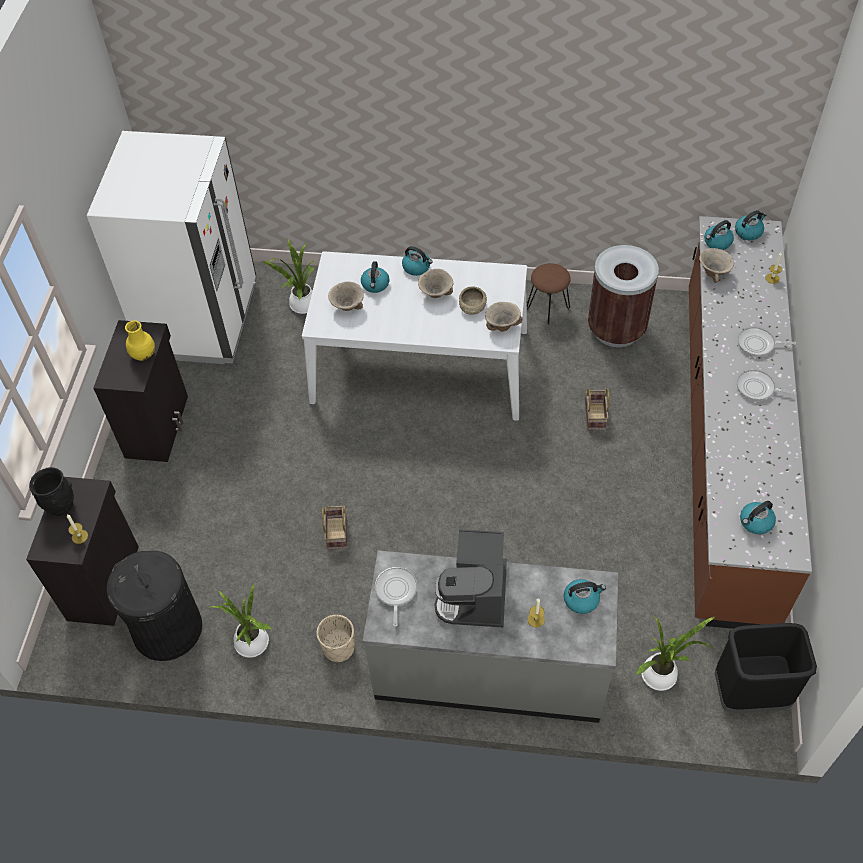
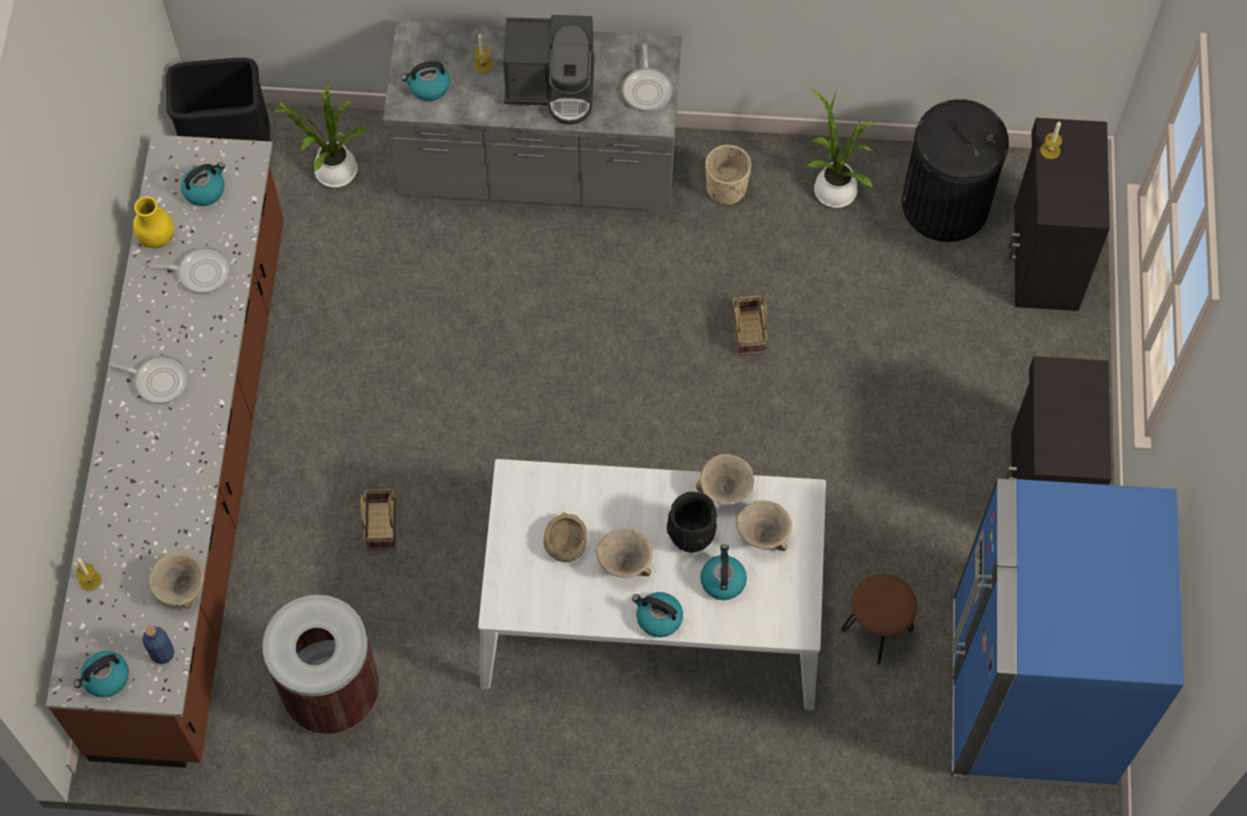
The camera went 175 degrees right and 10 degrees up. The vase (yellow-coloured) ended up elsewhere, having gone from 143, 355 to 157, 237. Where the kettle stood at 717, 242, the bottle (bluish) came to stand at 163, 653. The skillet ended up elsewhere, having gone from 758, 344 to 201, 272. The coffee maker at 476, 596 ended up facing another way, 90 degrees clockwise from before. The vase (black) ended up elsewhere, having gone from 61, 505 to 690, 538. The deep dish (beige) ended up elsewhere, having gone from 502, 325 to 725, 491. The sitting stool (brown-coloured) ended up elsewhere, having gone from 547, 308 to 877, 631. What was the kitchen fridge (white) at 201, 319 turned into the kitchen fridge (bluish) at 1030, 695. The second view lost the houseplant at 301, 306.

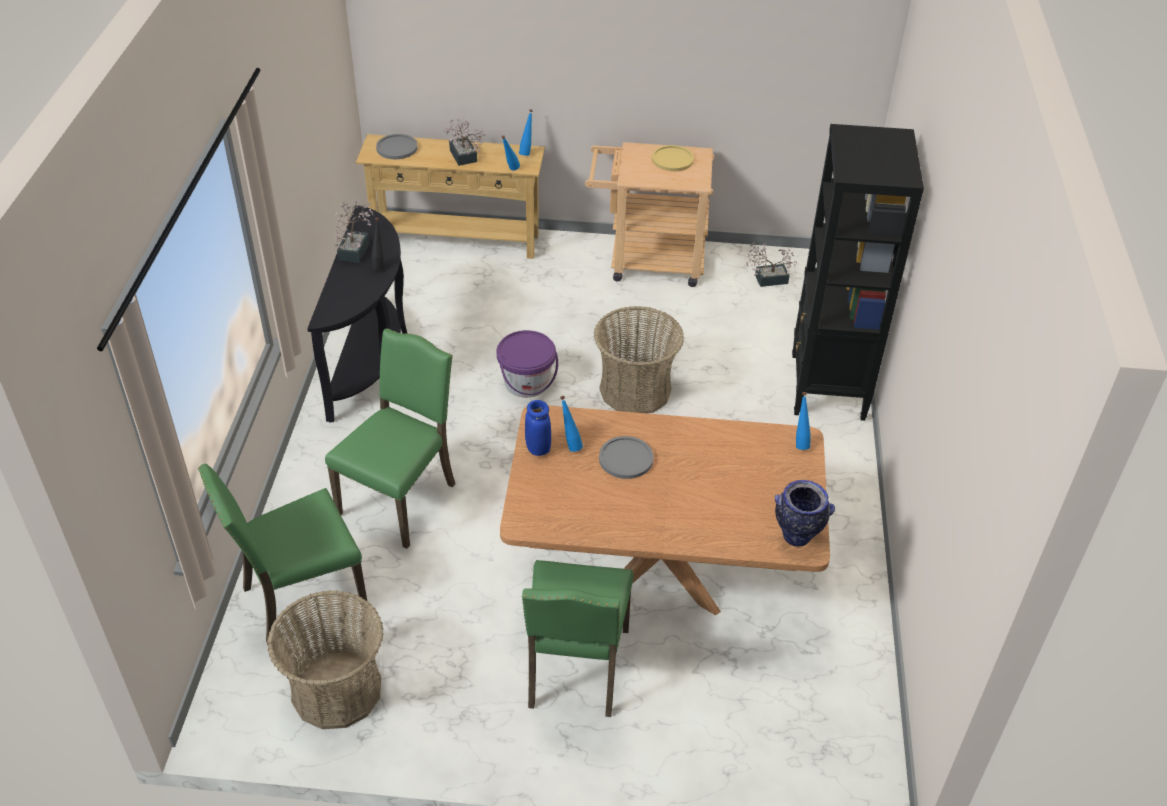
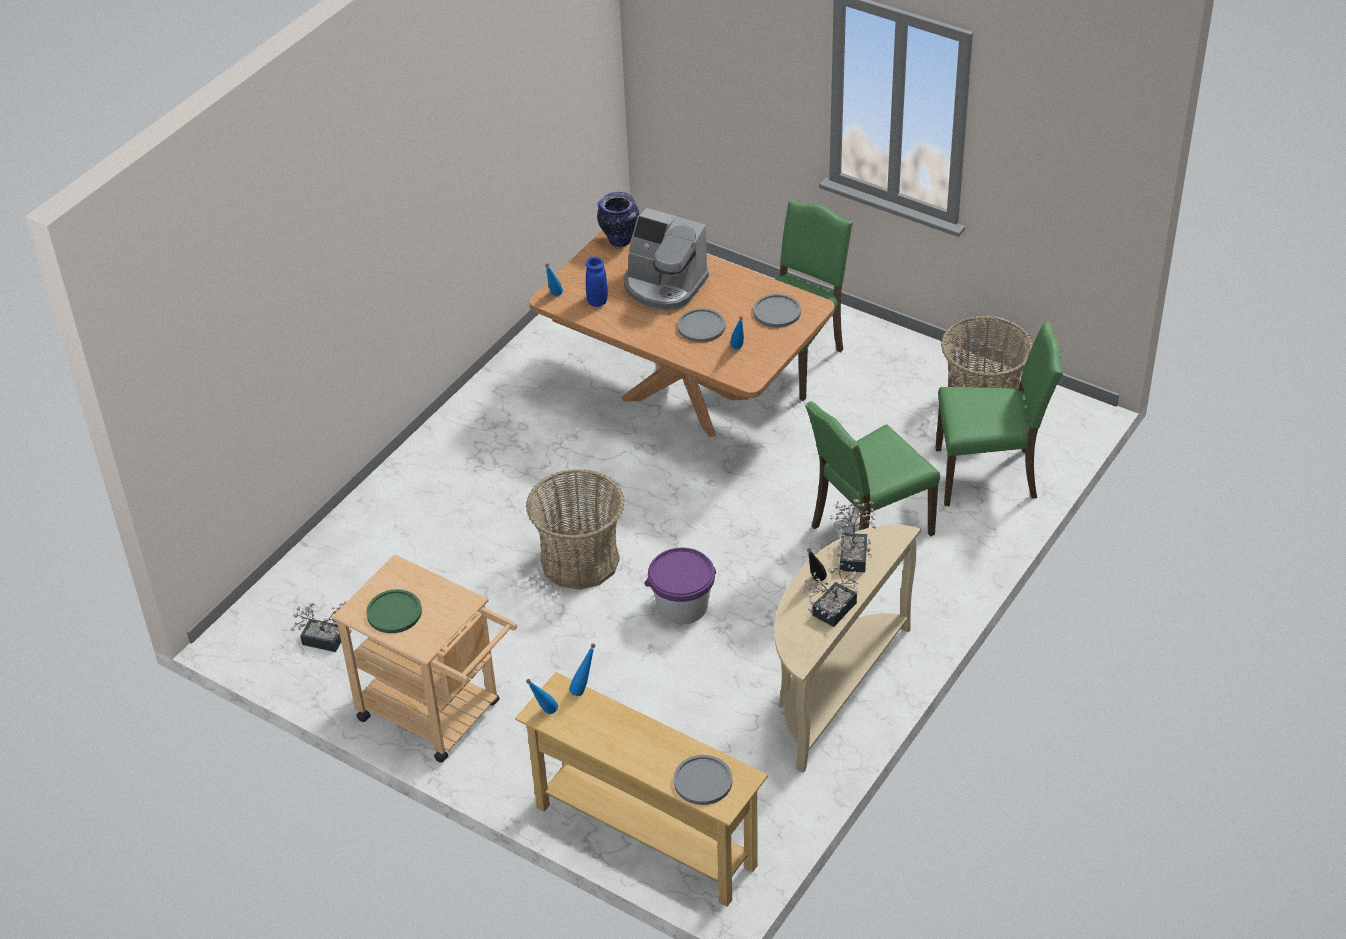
The camera went 150 degrees left and 0 degrees up. What was the flat dish (yellow-coloured) at 672, 159 turned into the flat dish (greenish) at 394, 612. The vase (bluish) ended up elsewhere, having gone from 538, 448 to 597, 301. The second view gained the coffee maker at 664, 286. The second view gained the flat dish (gray) at 777, 312. What was the narrow table (black) at 372, 361 turned into the narrow table (beige) at 832, 688. The houseplant ended up elsewhere, having gone from 464, 158 to 854, 553. The second view lost the shelving unit (black) at 827, 388.

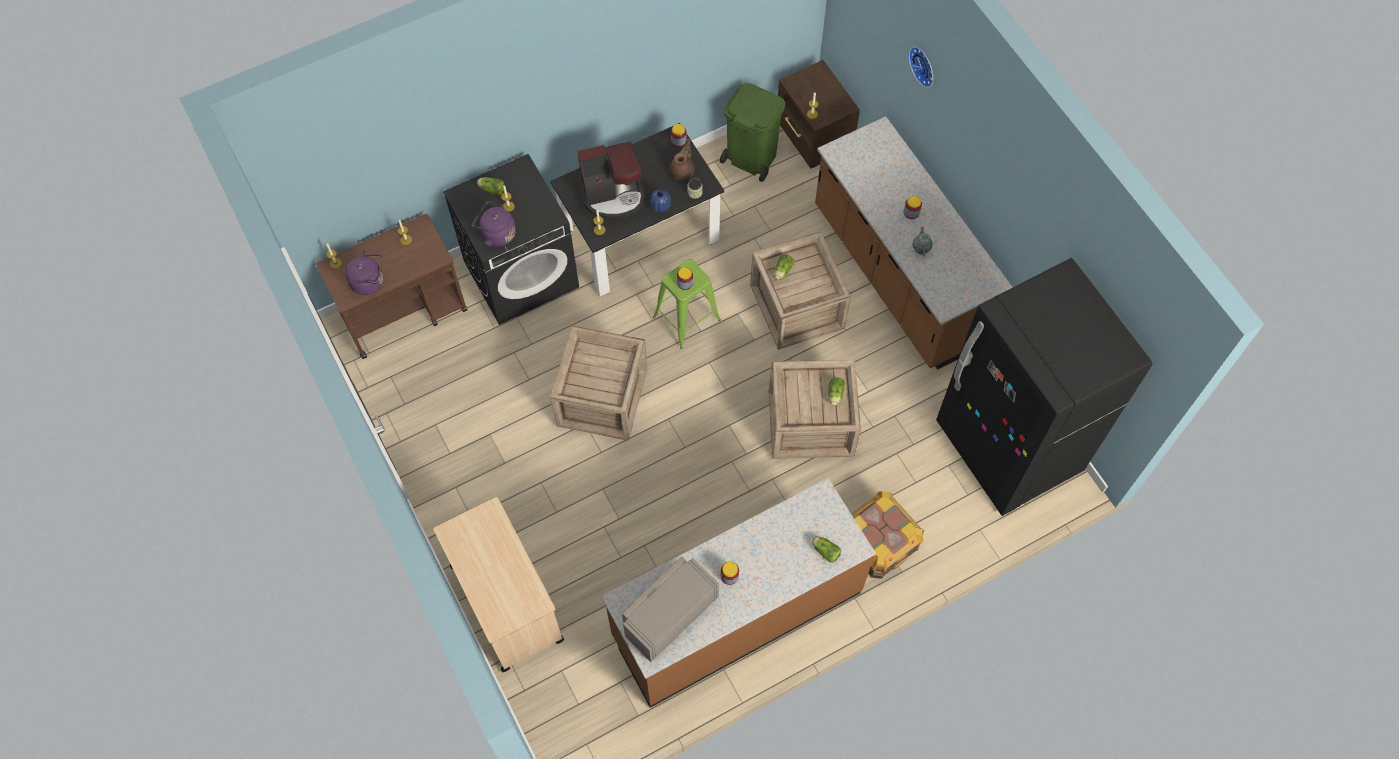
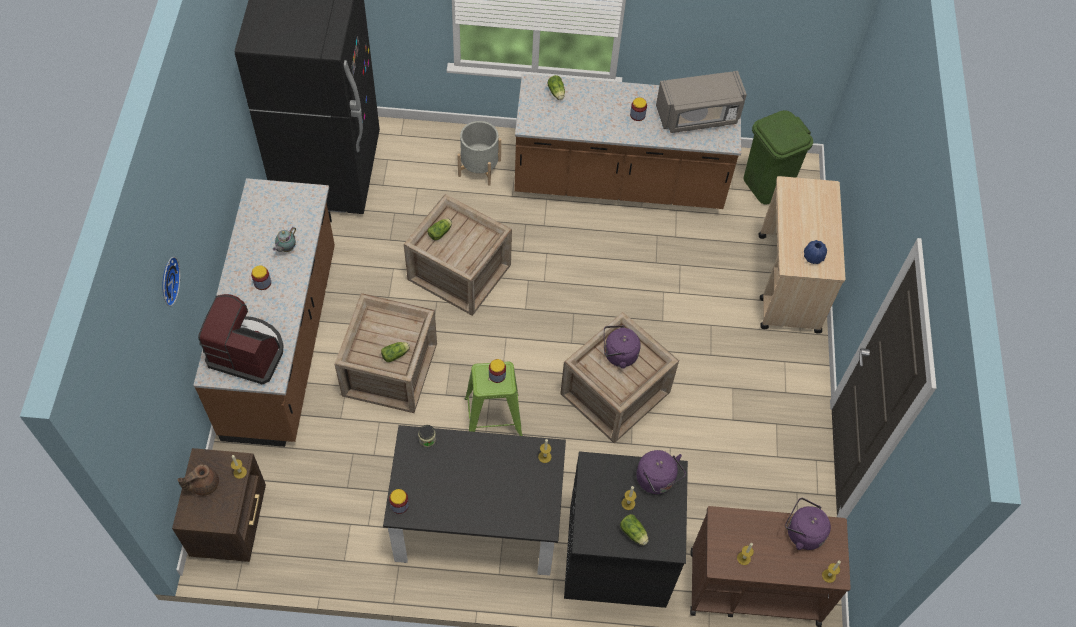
The camera went 150 degrees left and 5 degrees down. The teapot (brown-coloured) ended up elsewhere, having gone from 683, 171 to 203, 484. The coffee maker ended up elsewhere, having gone from 613, 194 to 247, 352. Where the packing crate stood at 878, 541, the flower pot (gray) came to stand at 479, 168. The second view gained the kettle (purple) at 618, 355. The waste bin (greenish) ended up elsewhere, having gone from 750, 157 to 767, 186. The vase (bluish) ended up elsewhere, having gone from 660, 205 to 813, 257.

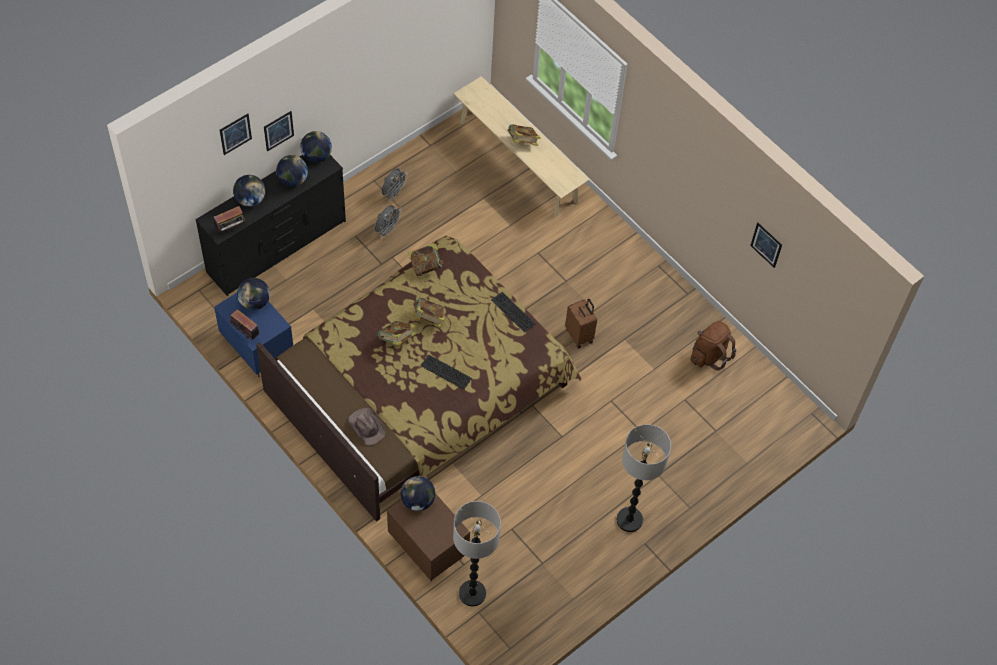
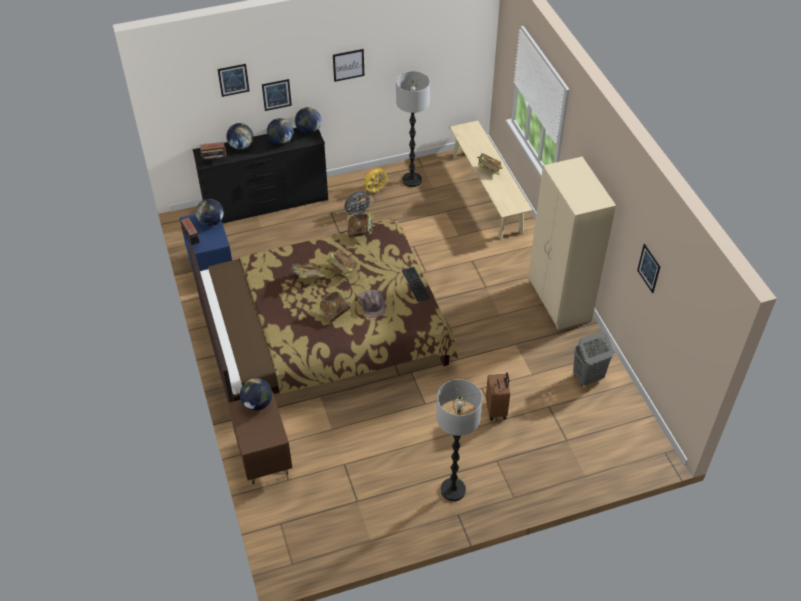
The camera went 25 degrees right and 10 degrees down. Where the PC keyboard stood at 445, 372, the bound book came to stand at 334, 313. The second view gained the wall art at 348, 65. The wearable hat (brown-coloured) ended up elsewhere, having gone from 367, 426 to 372, 304. What was the electric fan (gray) at 393, 193 turned into the electric fan (yellow-coloured) at 376, 191. The floor lamp ended up elsewhere, having gone from 472, 593 to 412, 180. The piece of luggage (brown-coloured) ended up elsewhere, having gone from 580, 335 to 497, 410. The second view gained the clothes cupboard (beige) at 559, 301. Where the backpack (brown-coloured) stood at 709, 355, the laundry basket (gray) came to stand at 587, 377.

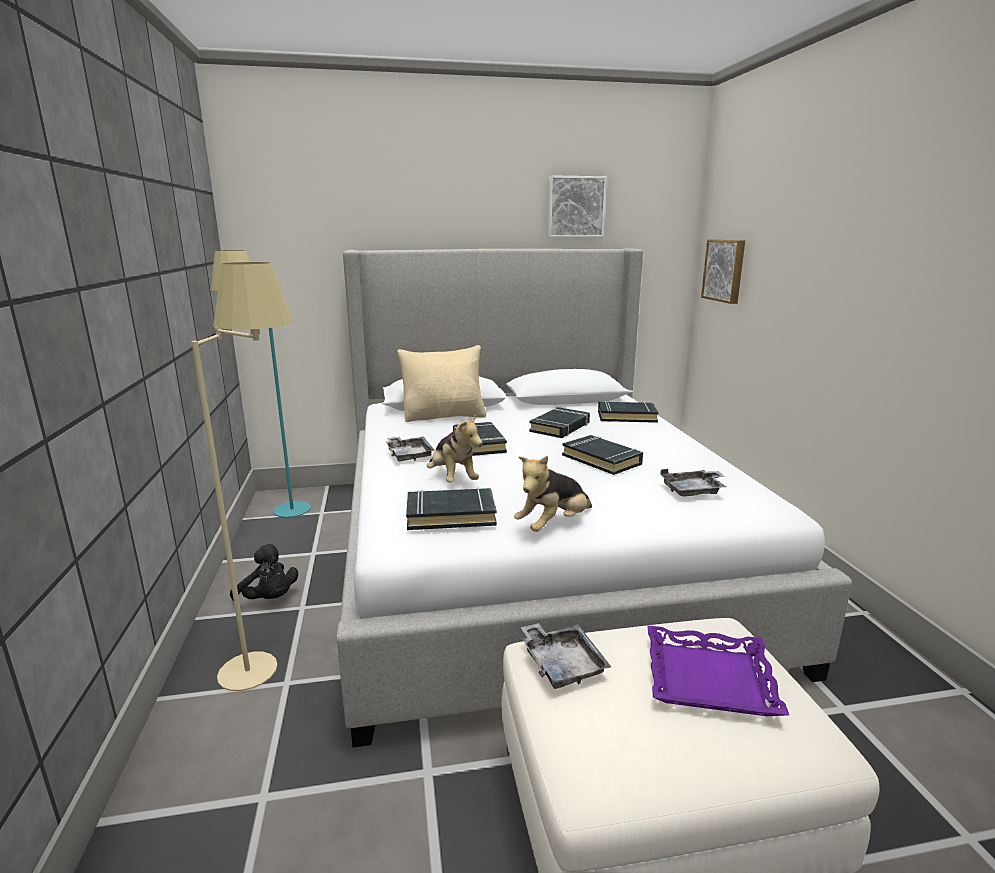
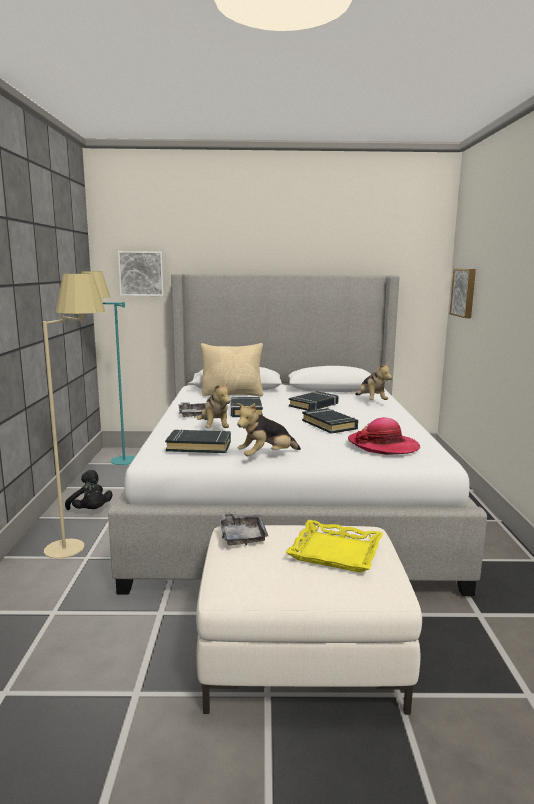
The camera went 10 degrees right and 5 degrees down. The wall art ended up elsewhere, having gone from 575, 207 to 141, 273. What was the serving tray (purple) at 709, 678 turned into the serving tray (yellow-coloured) at 336, 551. Where the serving tray (gray) stood at 693, 491, the wearable hat came to stand at 383, 446. Where the bound book (black) stood at 626, 416, the plush toy came to stand at 371, 401.

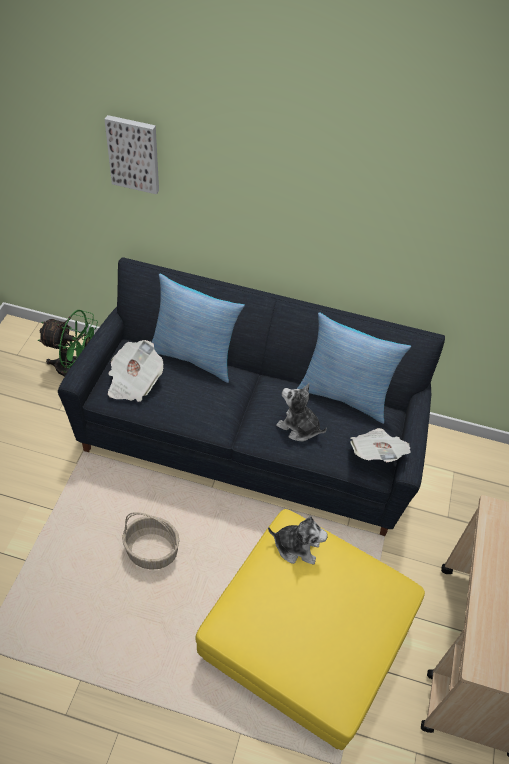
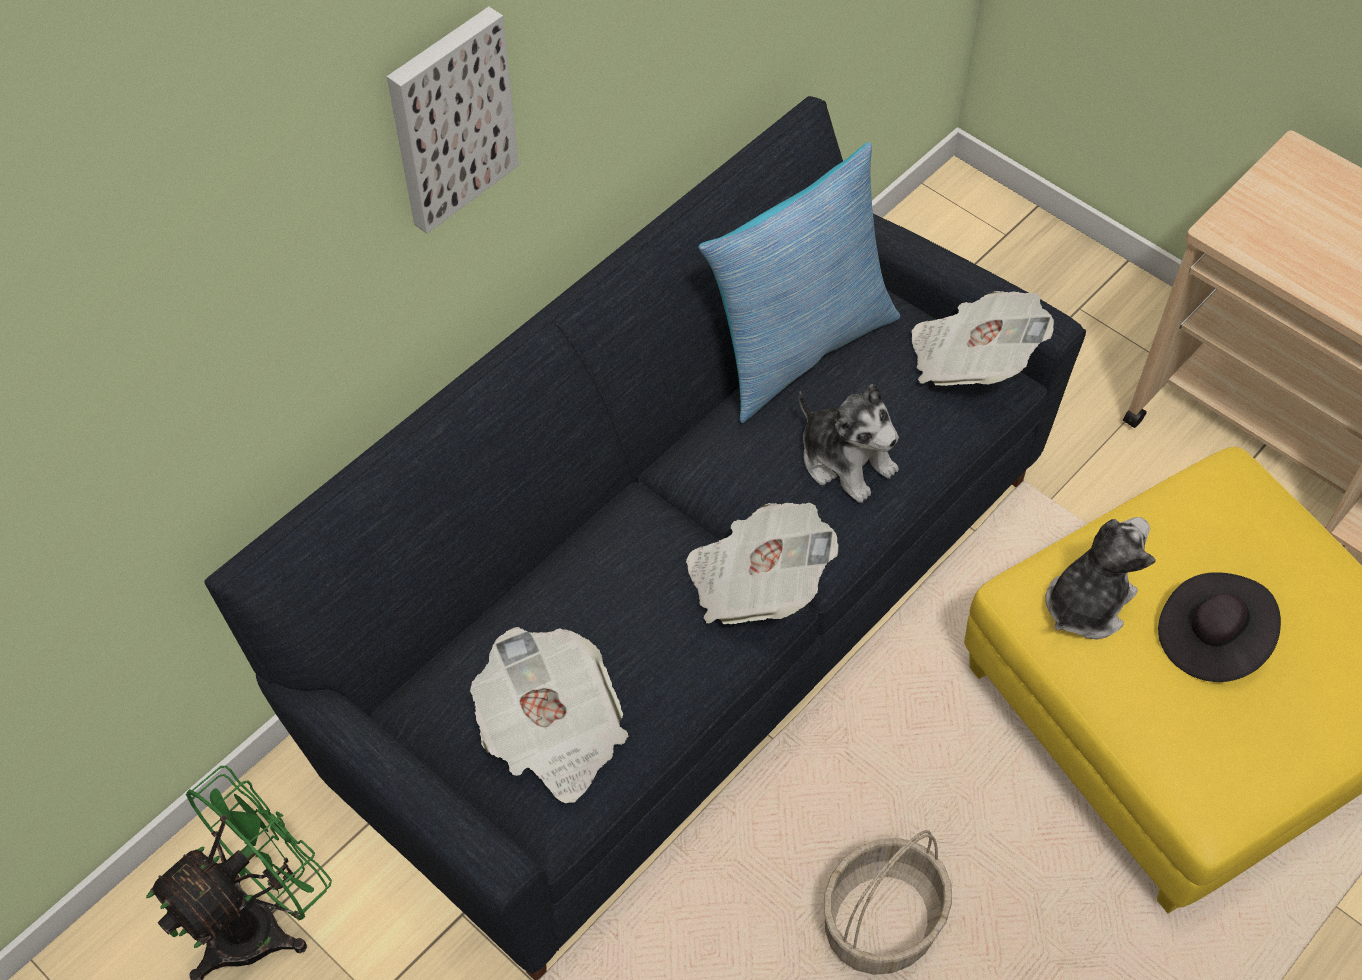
The camera went 60 degrees left and 5 degrees up. The wall art ended up elsewhere, having gone from 134, 153 to 449, 118. The second view gained the daily paper at 756, 583. The plush toy at 298, 427 ended up facing another way, 105 degrees counterclockwise from before. The second view gained the wearable hat (black) at 1211, 639. The second view lost the cushion at 194, 356.

